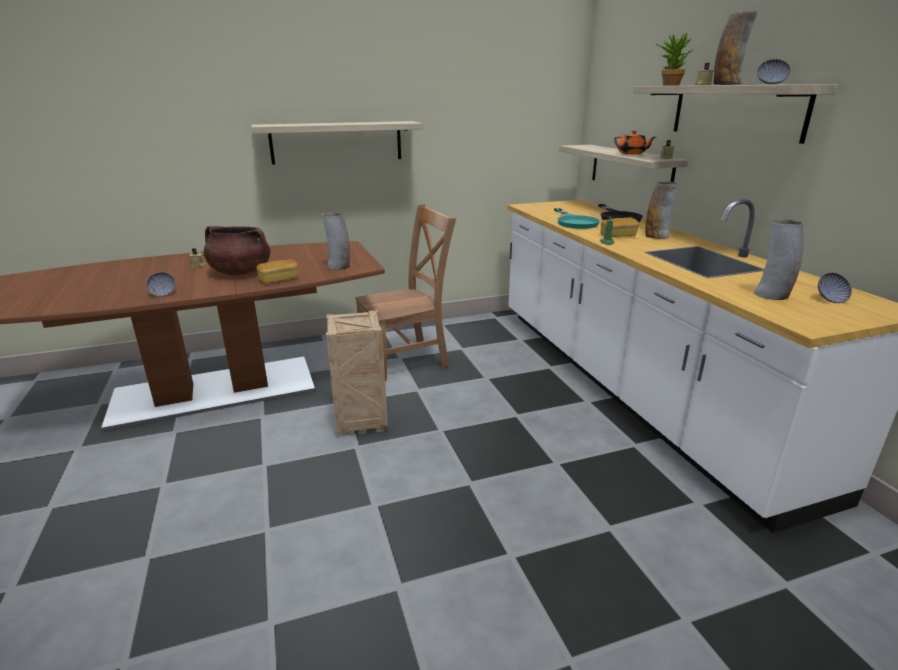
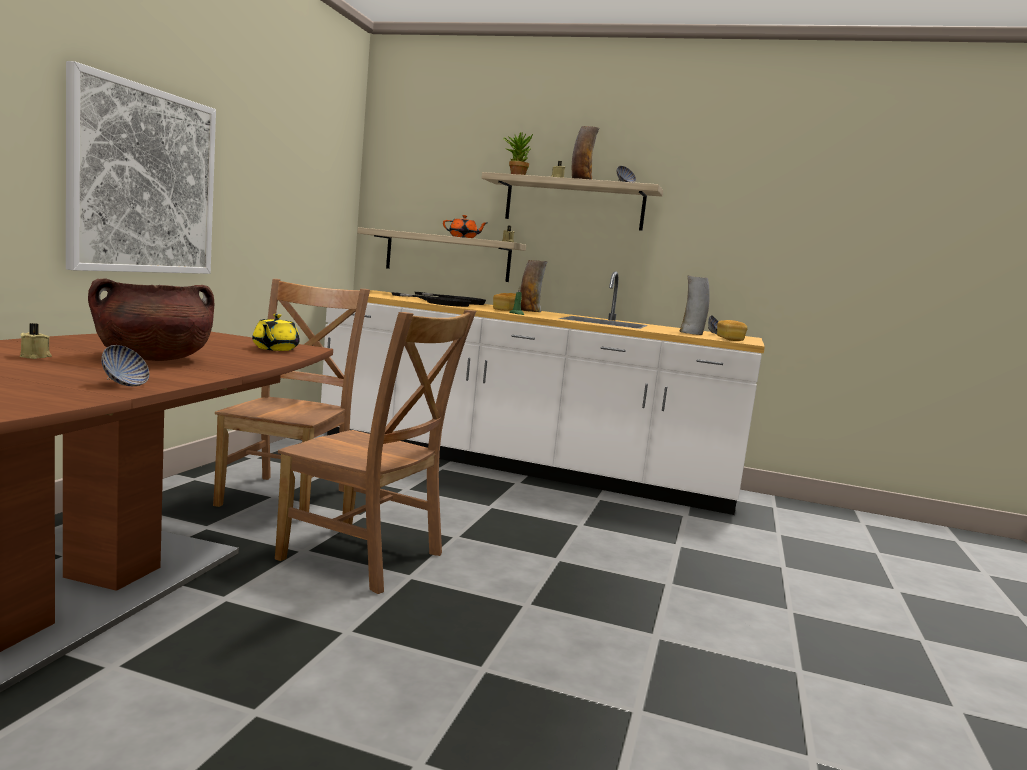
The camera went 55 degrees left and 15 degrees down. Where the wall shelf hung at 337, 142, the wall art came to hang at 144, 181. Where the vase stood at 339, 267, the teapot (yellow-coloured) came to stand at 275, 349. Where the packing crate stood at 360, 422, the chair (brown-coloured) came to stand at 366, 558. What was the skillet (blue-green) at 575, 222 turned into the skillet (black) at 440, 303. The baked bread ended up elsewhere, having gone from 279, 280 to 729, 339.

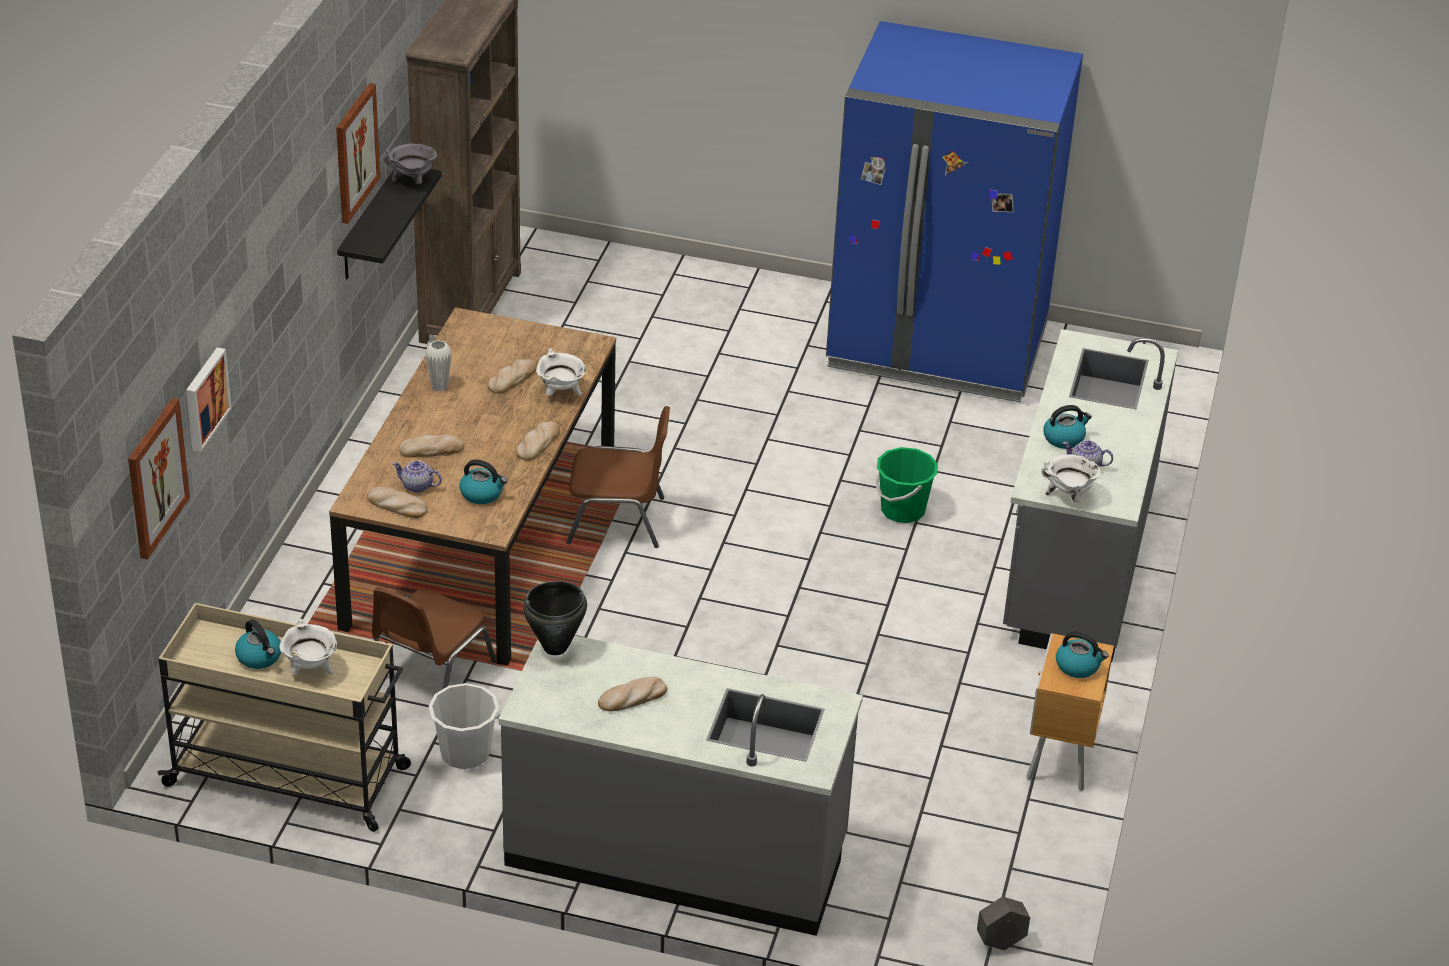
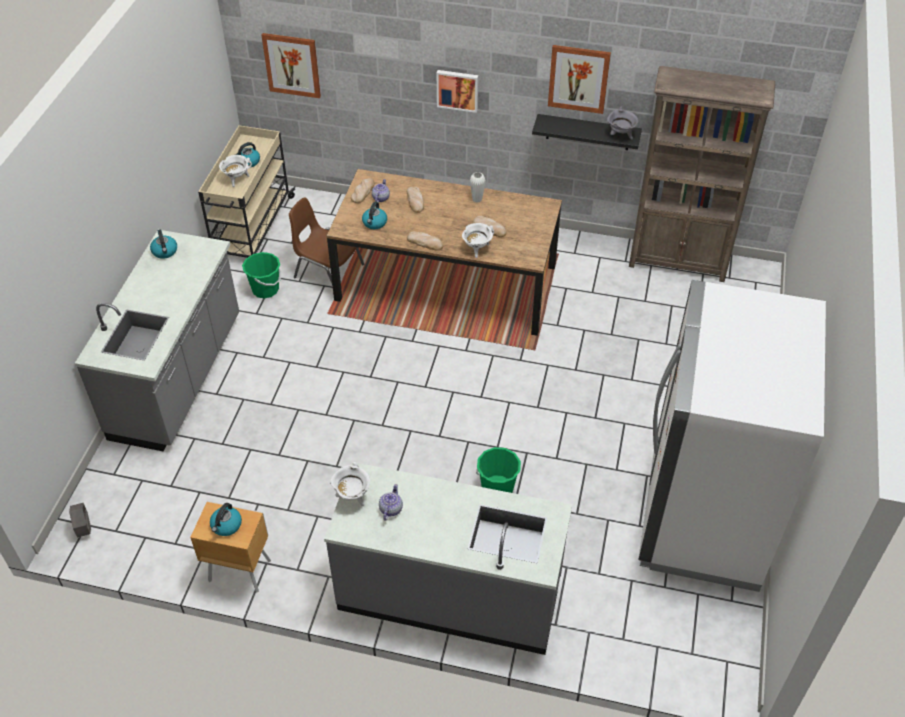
The camera went 90 degrees right and 10 degrees up. The kettle ended up elsewhere, having gone from 1064, 438 to 165, 251. What was the bucket (white) at 465, 752 turned into the bucket (greenish) at 265, 289. The wall art ended up elsewhere, having gone from 204, 398 to 457, 90. What was the kitchen fridge (bluish) at 937, 347 turned into the kitchen fridge (white) at 703, 514. The second view lost the stockpot (black) at 556, 647. The second view lost the chair (brown-coloured) at 618, 520. The second view lost the baked bread at 632, 698.

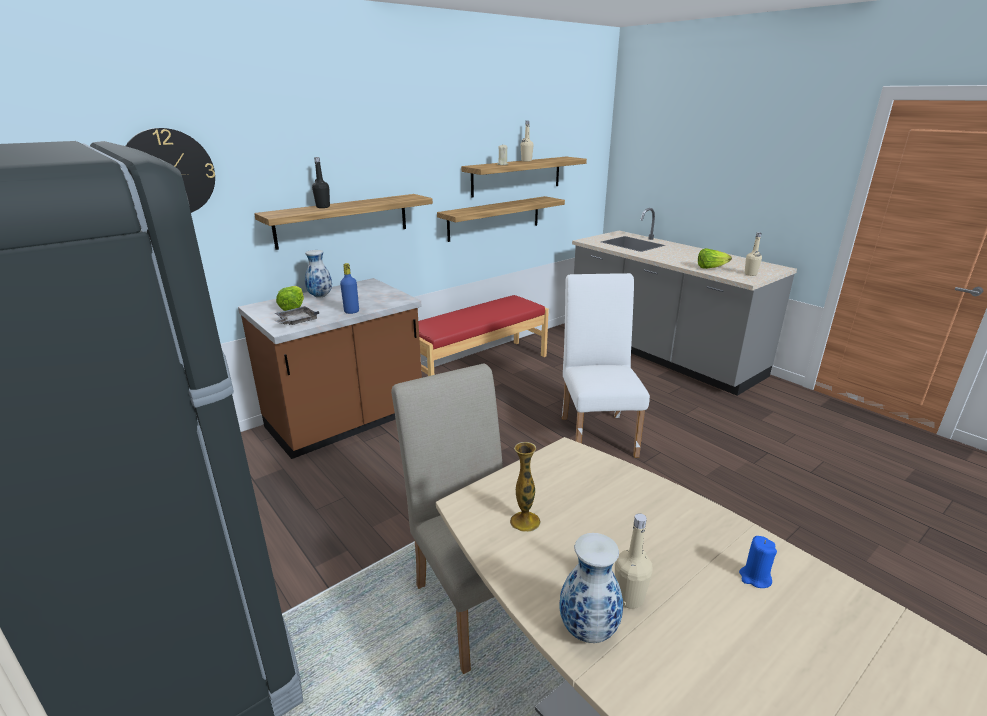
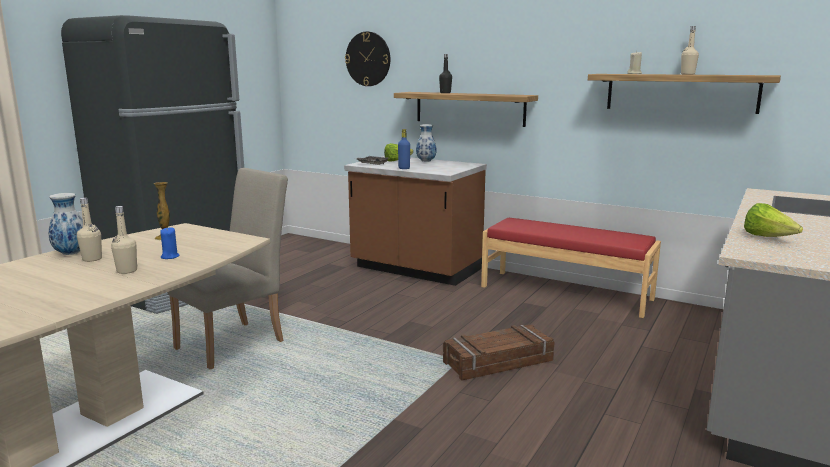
The camera went 70 degrees right and 10 degrees down. The bottle (beige) ended up elsewhere, having gone from 750, 274 to 127, 271. The candle (bluish) ended up elsewhere, having gone from 754, 577 to 170, 256. Where the chair (white) stood at 597, 432, the packing crate came to stand at 498, 362. The second view lost the wall shelf at 494, 218.

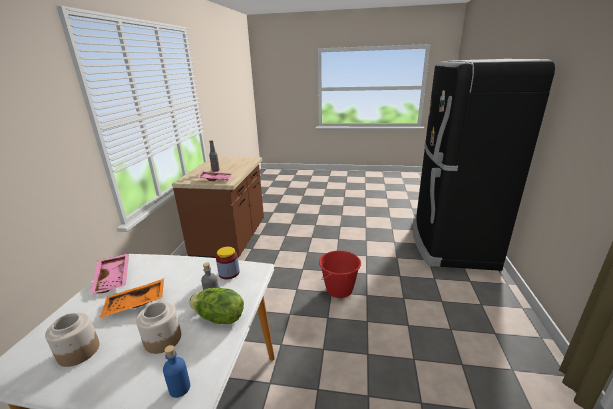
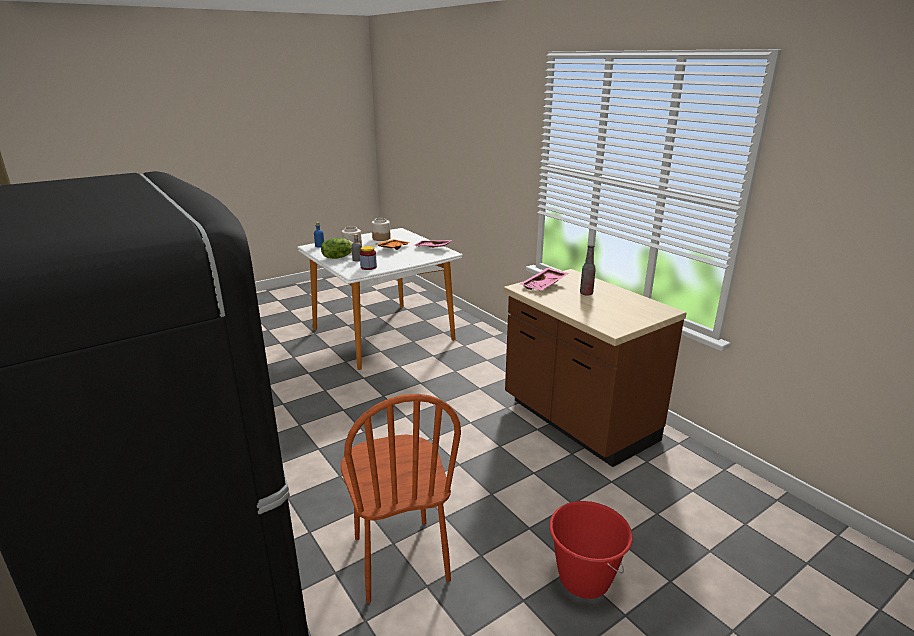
The camera went 135 degrees right and 0 degrees up. The second view gained the chair (brown-coloured) at 399, 559. The bucket (red-coloured) ended up elsewhere, having gone from 339, 290 to 583, 579.

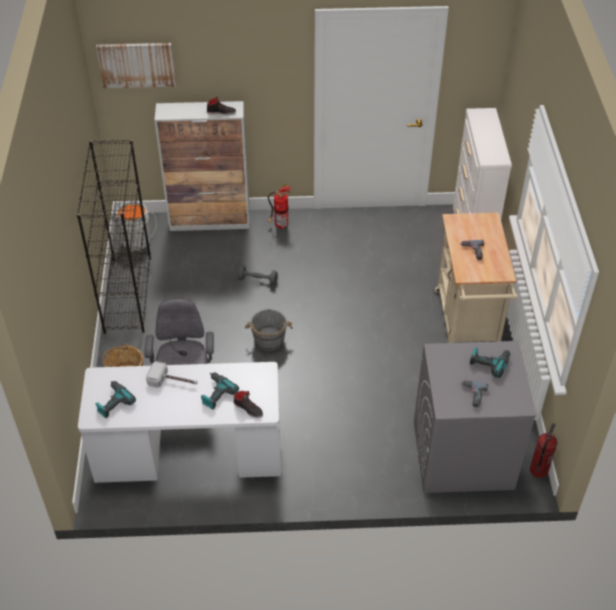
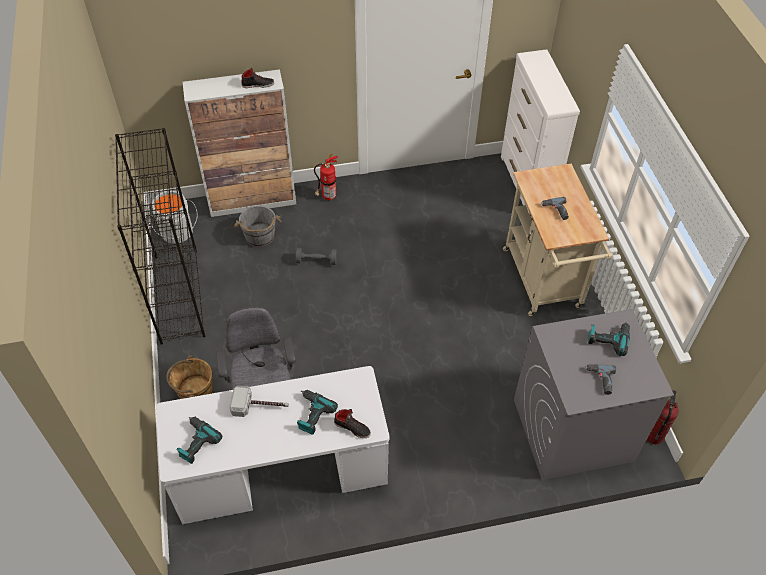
The camera went 10 degrees left and 5 degrees up. The bucket (gray) ended up elsewhere, having gone from 269, 340 to 260, 236. The second view lost the wall art at 137, 64.

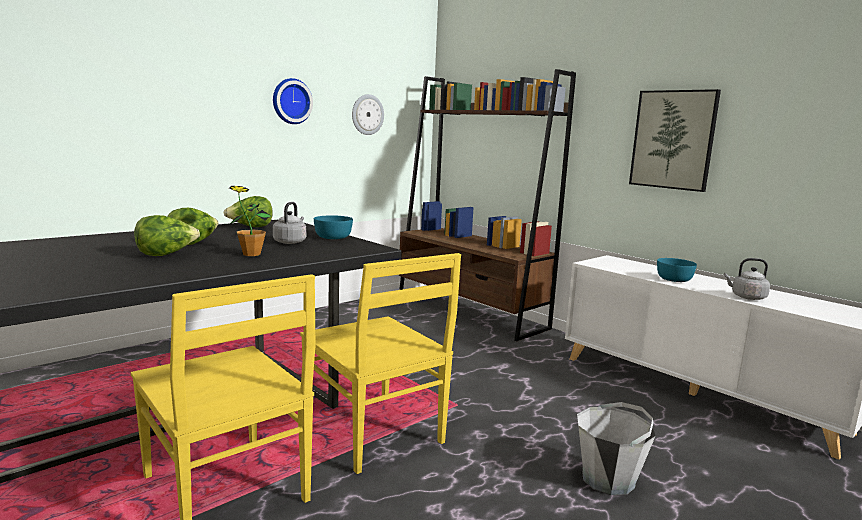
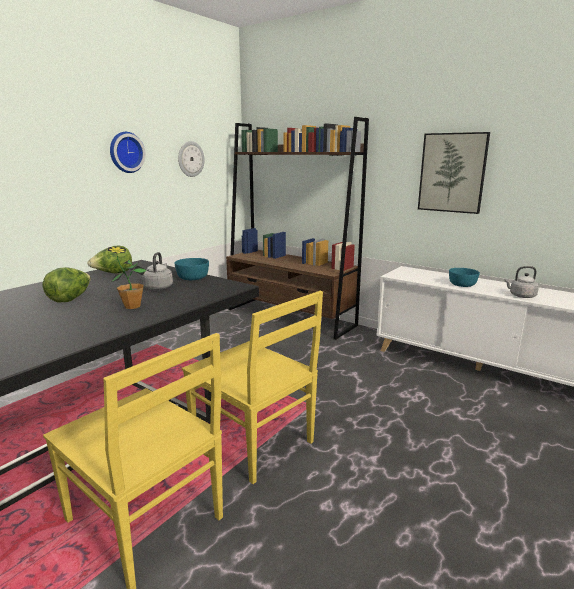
The camera went 10 degrees left and 5 degrees up. The second view lost the lettuce at 166, 254. The second view lost the bucket (gray) at 608, 479.

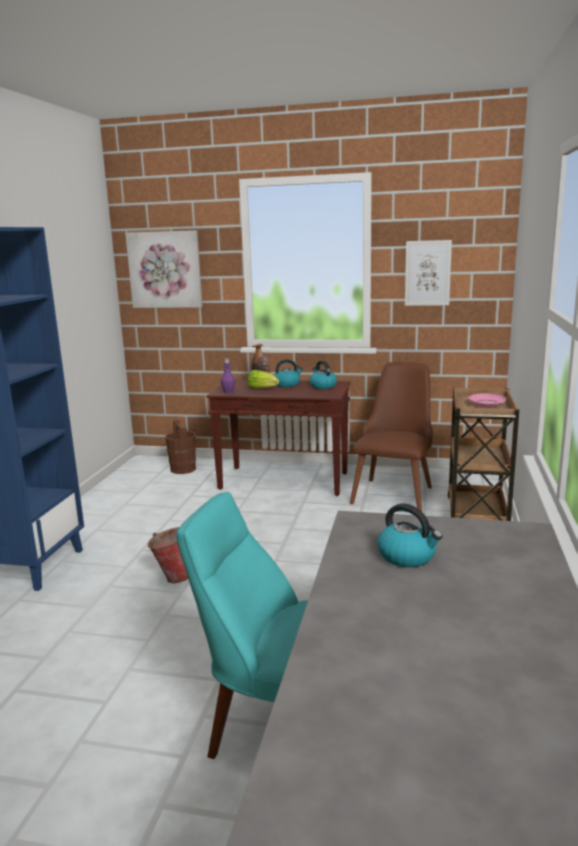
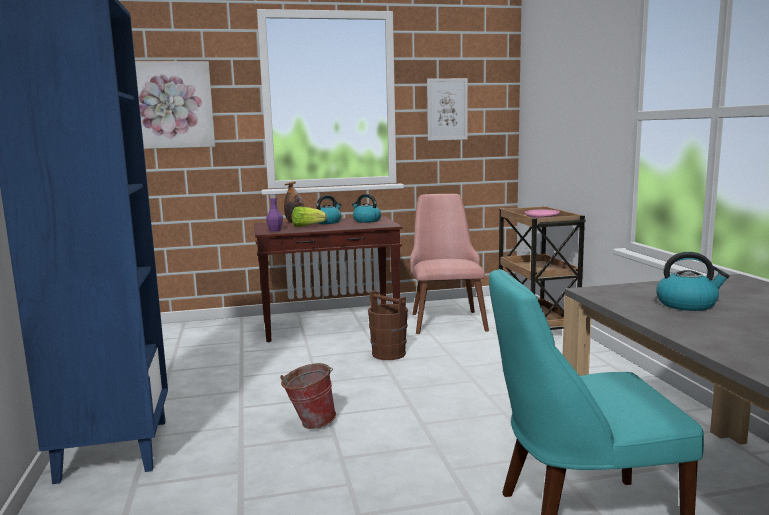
The camera went 25 degrees left and 5 degrees down. The bucket (brown-coloured) ended up elsewhere, having gone from 183, 469 to 388, 354. What was the chair (brown-coloured) at 395, 490 turned into the chair (pinkish) at 445, 318.

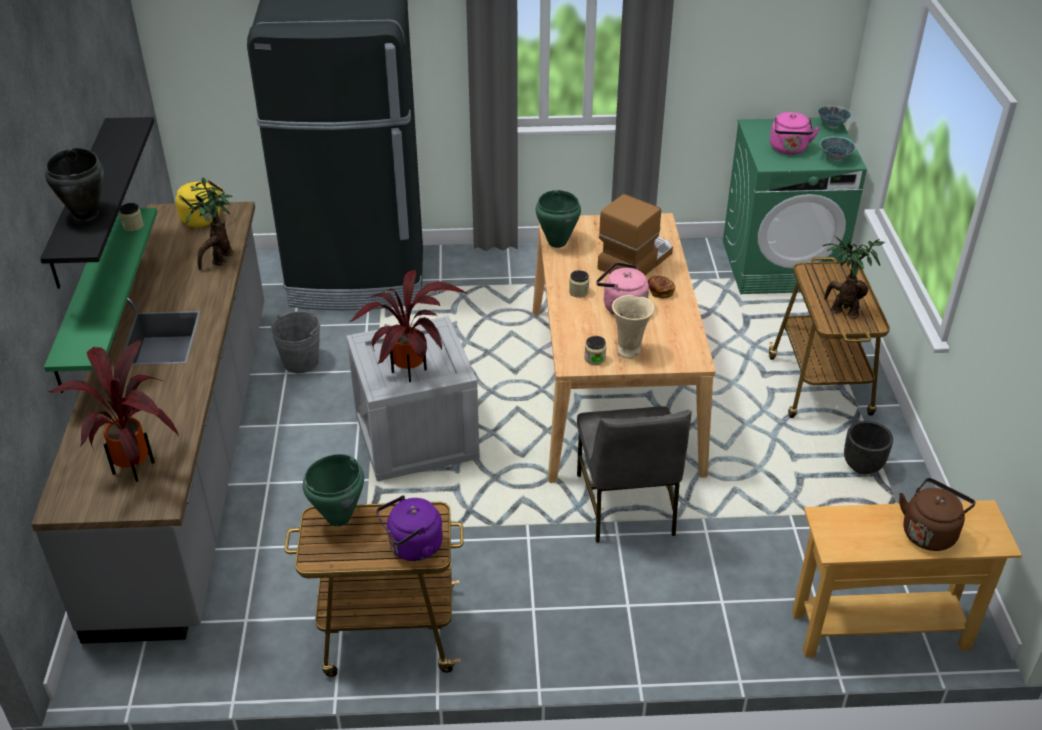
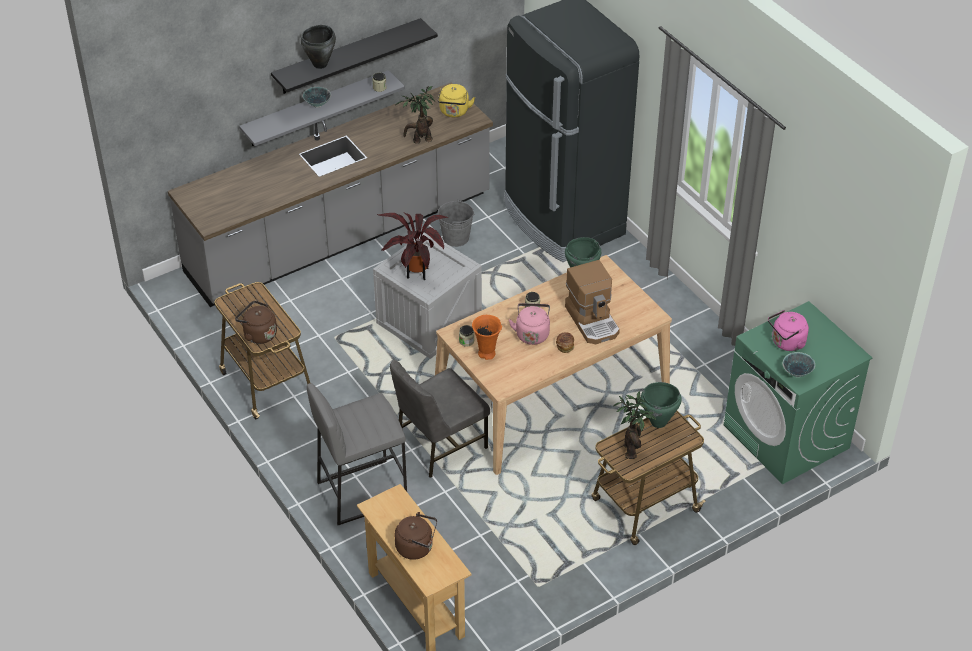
The camera went 60 degrees right and 5 degrees up. What was the kettle (purple) at 412, 547 turned into the kettle (brown-coloured) at 258, 334. What was the wall shelf (greenish) at 84, 299 turned into the wall shelf (gray) at 316, 109. The deep dish ended up elsewhere, having gone from 831, 126 to 317, 104. The second view gained the sitting stool (gray) at 362, 491. What was the vase (beige) at 630, 351 turned into the vase (orange-coloured) at 487, 354. The coffee maker at 635, 260 ended up facing another way, 60 degrees clockwise from before. The stockpot (greenish) ended up elsewhere, having gone from 339, 518 to 658, 422. The second view lost the houseplant at 138, 465. The second view lost the flower pot (black) at 863, 466.

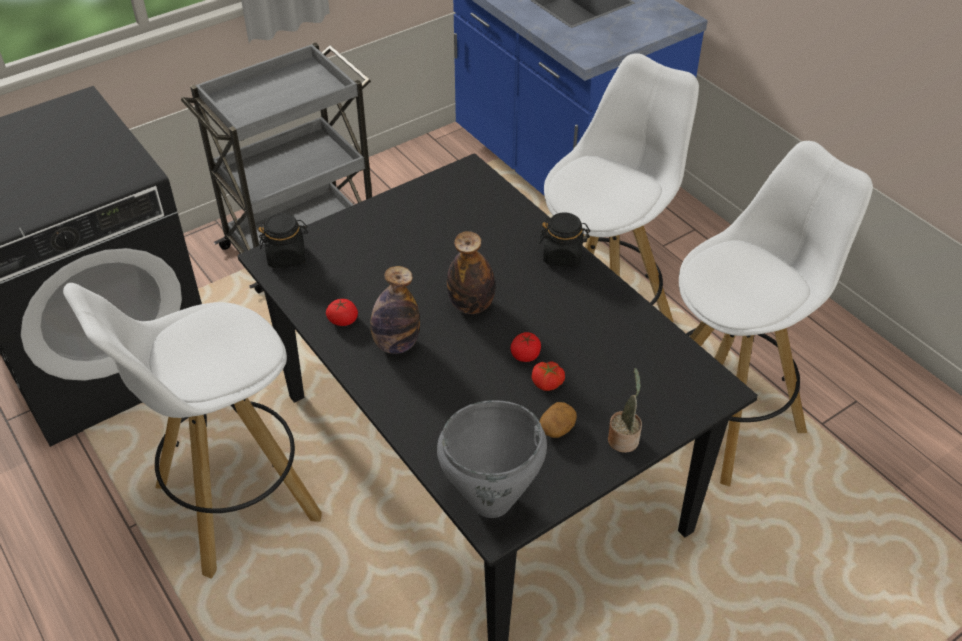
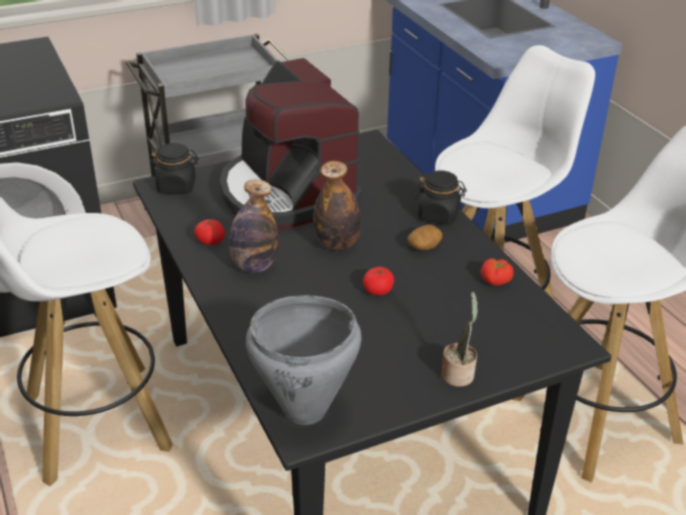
The camera went 10 degrees right and 10 degrees down. The second view gained the coffee maker at 286, 193. The spud ended up elsewhere, having gone from 557, 428 to 424, 246. The tomato ended up elsewhere, having gone from 547, 383 to 495, 281.

